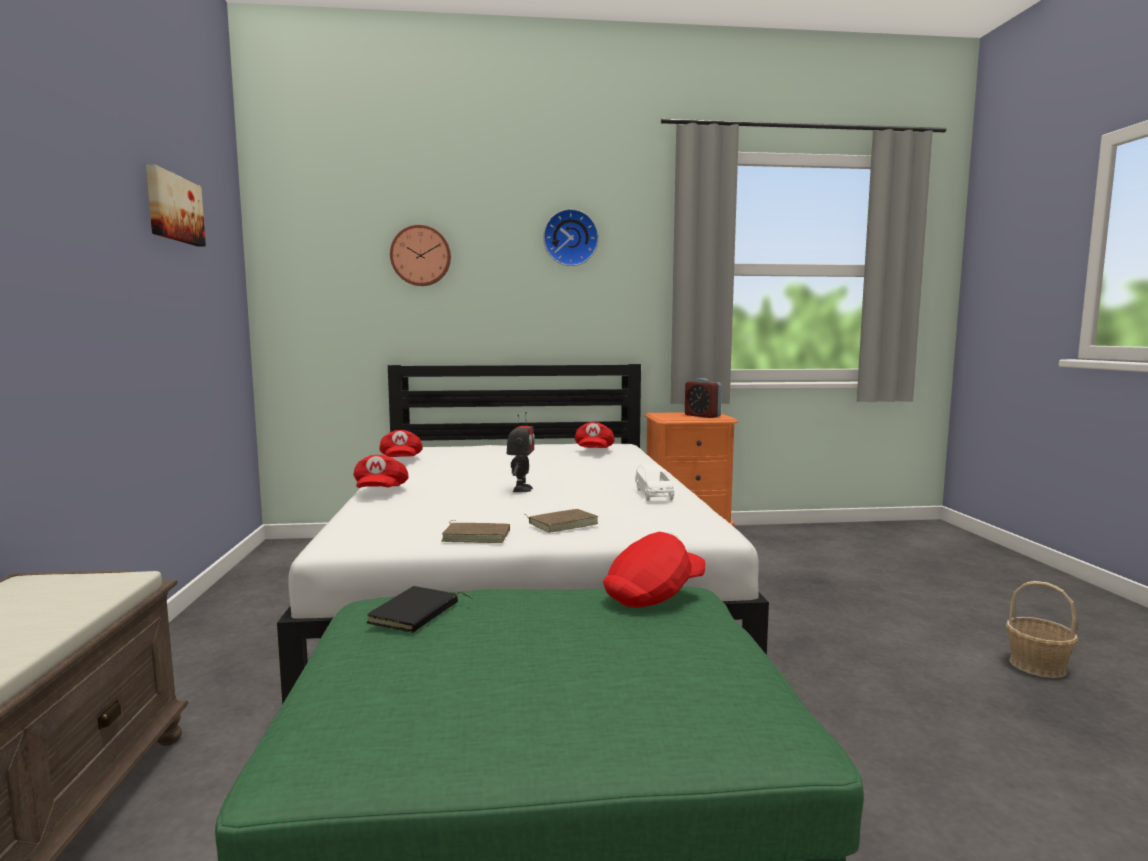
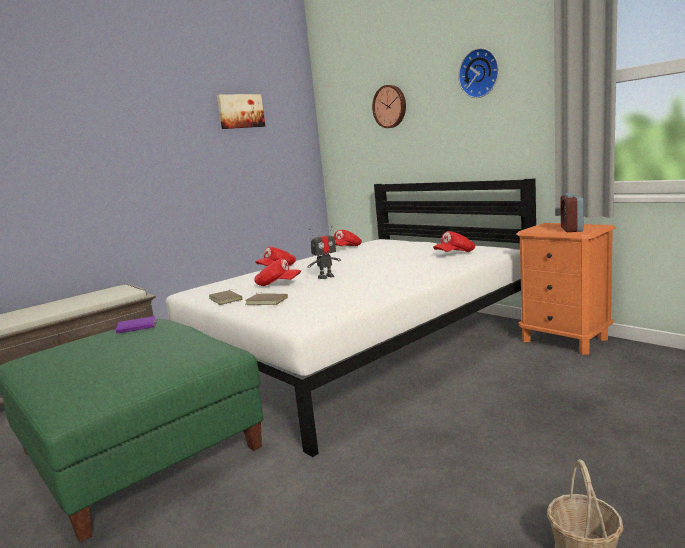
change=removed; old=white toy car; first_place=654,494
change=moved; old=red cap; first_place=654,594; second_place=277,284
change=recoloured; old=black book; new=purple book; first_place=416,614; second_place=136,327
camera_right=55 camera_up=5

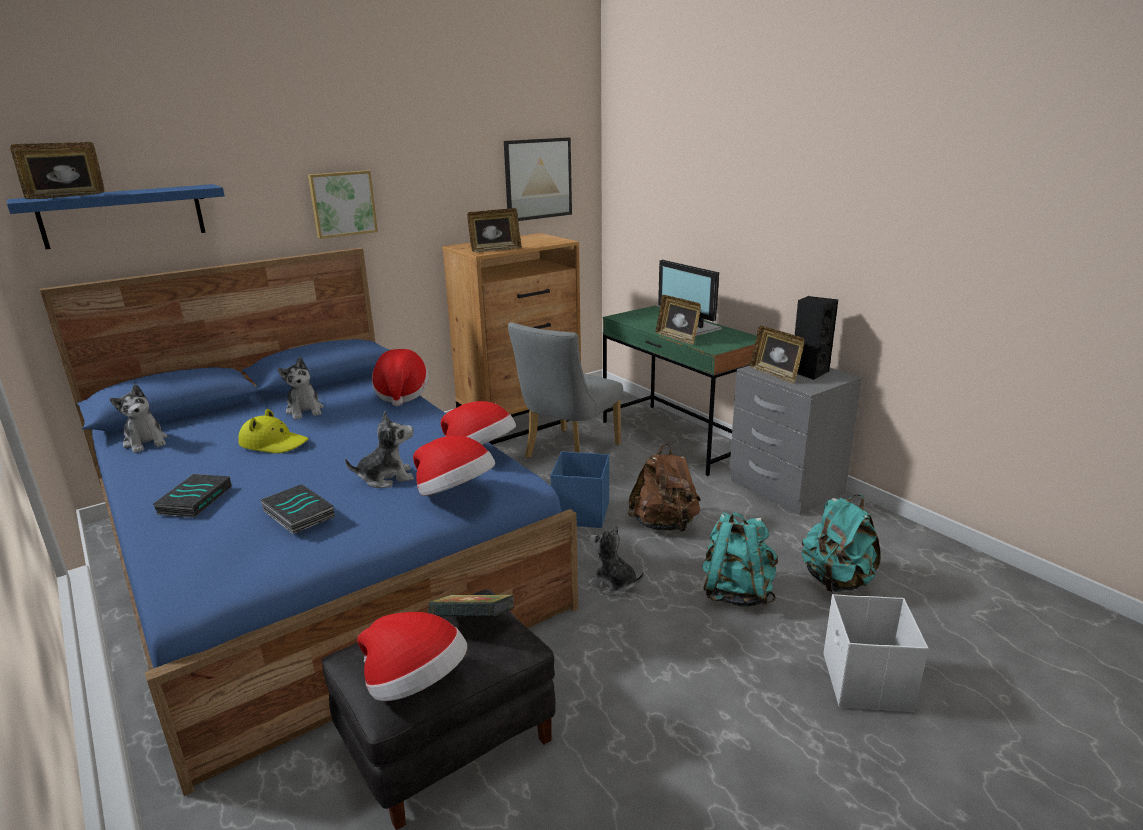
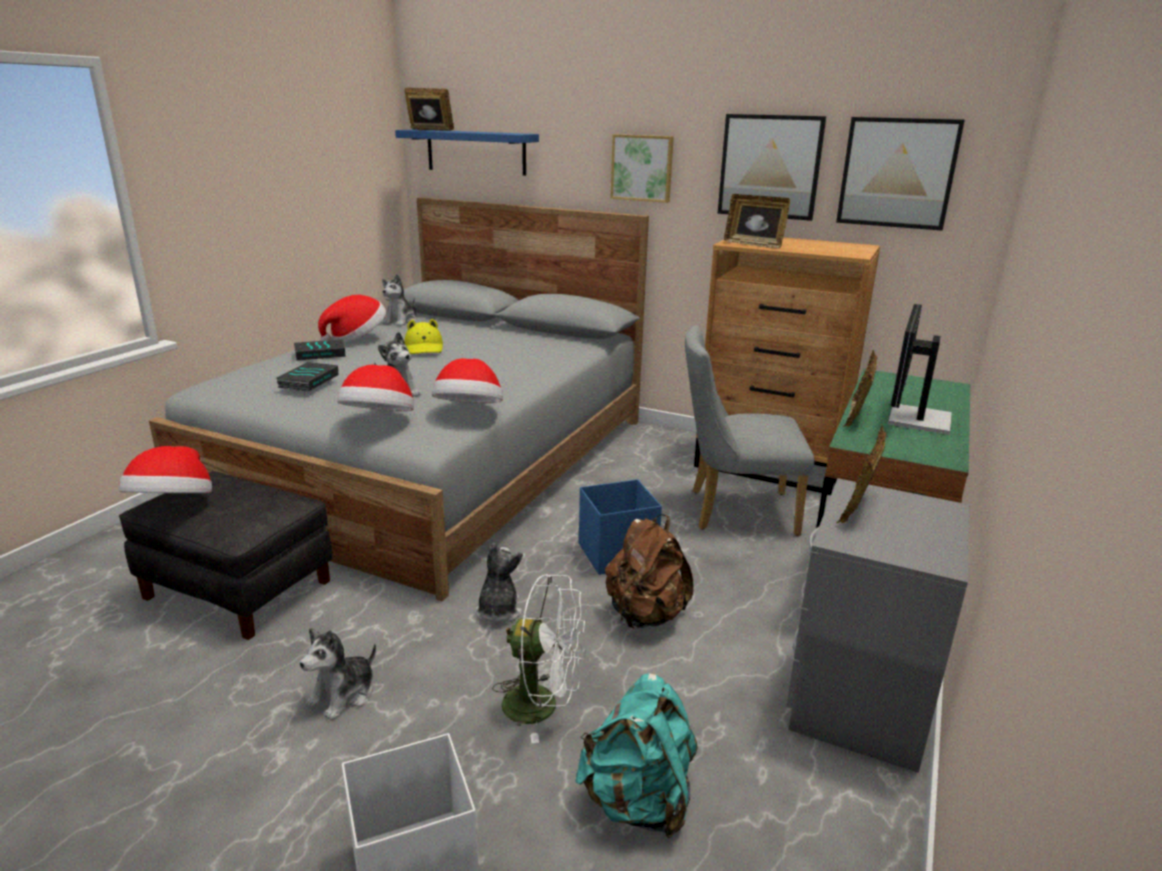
change=recoloured; old=blue bed; new=grey bed; first_place=320,558; second_place=437,461
change=removed; old=black speaker; first_place=809,372
change=moved; old=hat; first_place=401,394; second_place=357,338
change=moved; old=plush toy; first_place=305,410; second_place=344,695
change=replaced; old=turquoise backpack; new=white fan; first_place=736,592; second_place=542,706
change=removed; old=book; first_place=473,624
change=added; new=picture; second_place=770,167
camera_right=60 camera_up=0

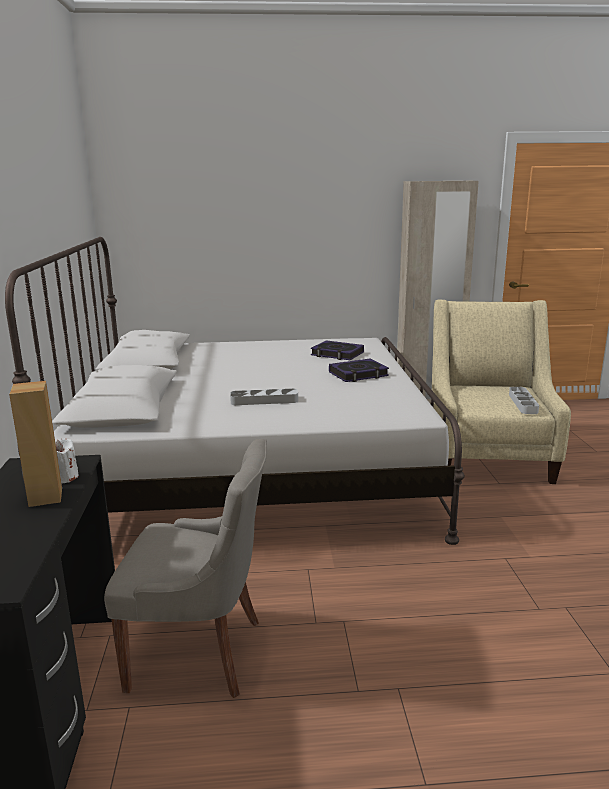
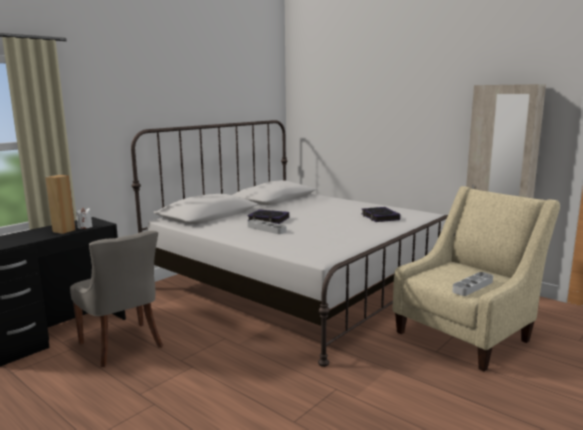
change=moved; old=book; first_place=358,374; second_place=268,220
camera_right=45 camera_up=-5

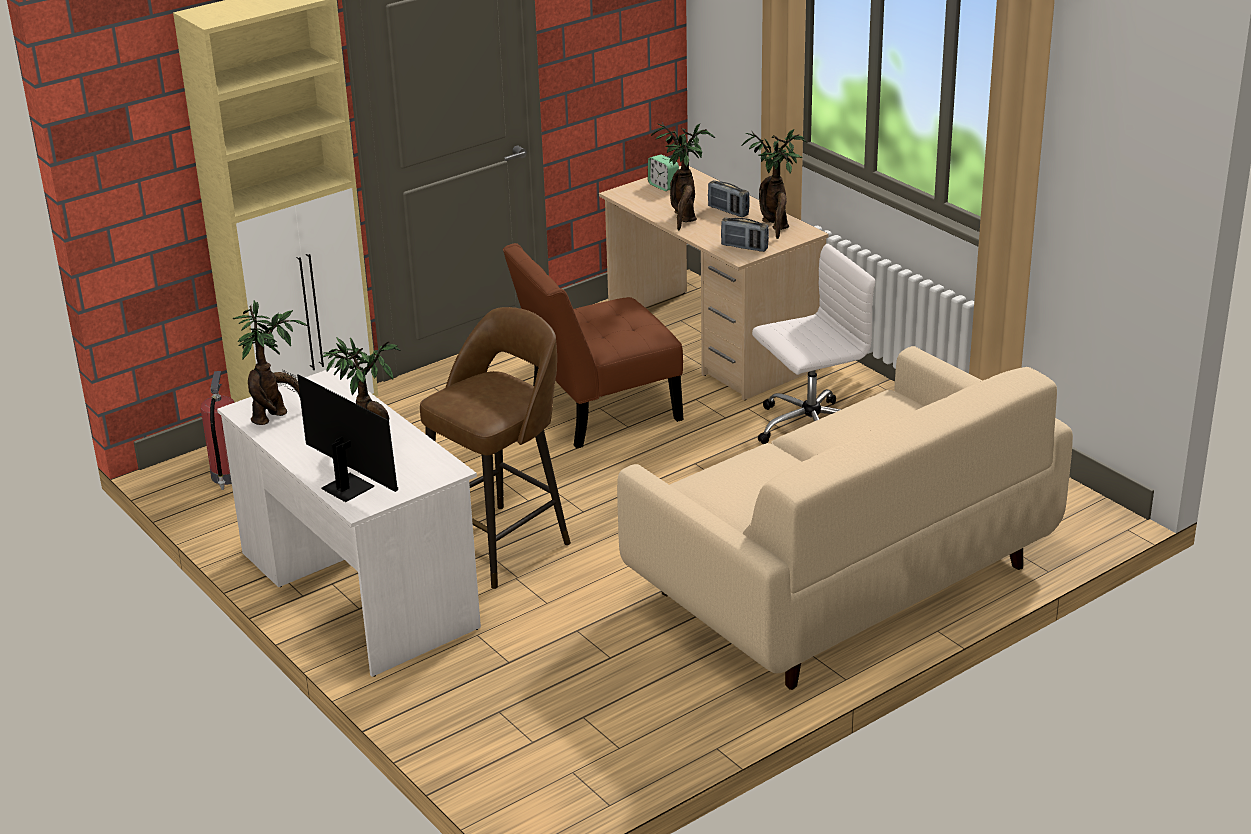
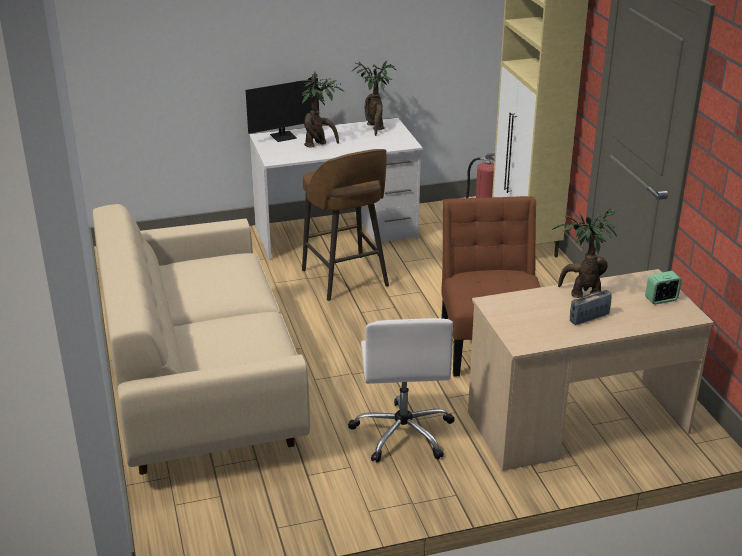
change=removed; old=potted plant; first_place=775,227
change=removed; old=radio; first_place=744,247
camera_right=110 camera_up=0

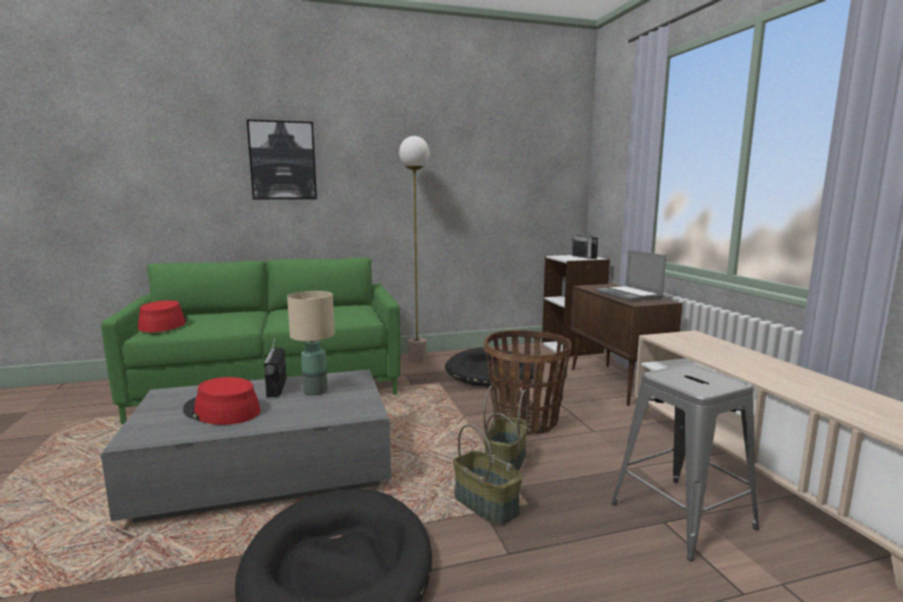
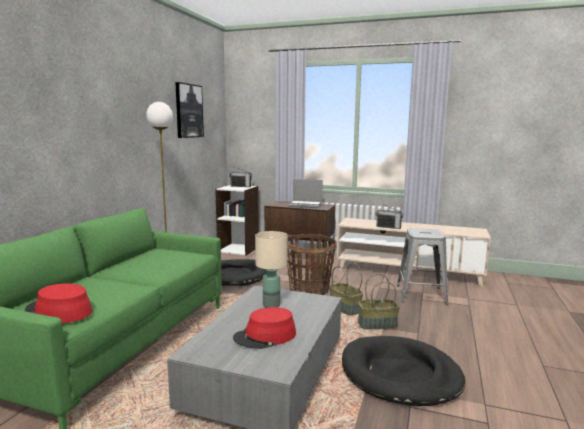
change=moved; old=picture; first_place=283,160; second_place=188,111
change=moved; old=radio; first_place=276,388; second_place=388,227
camera_right=-55 camera_up=0

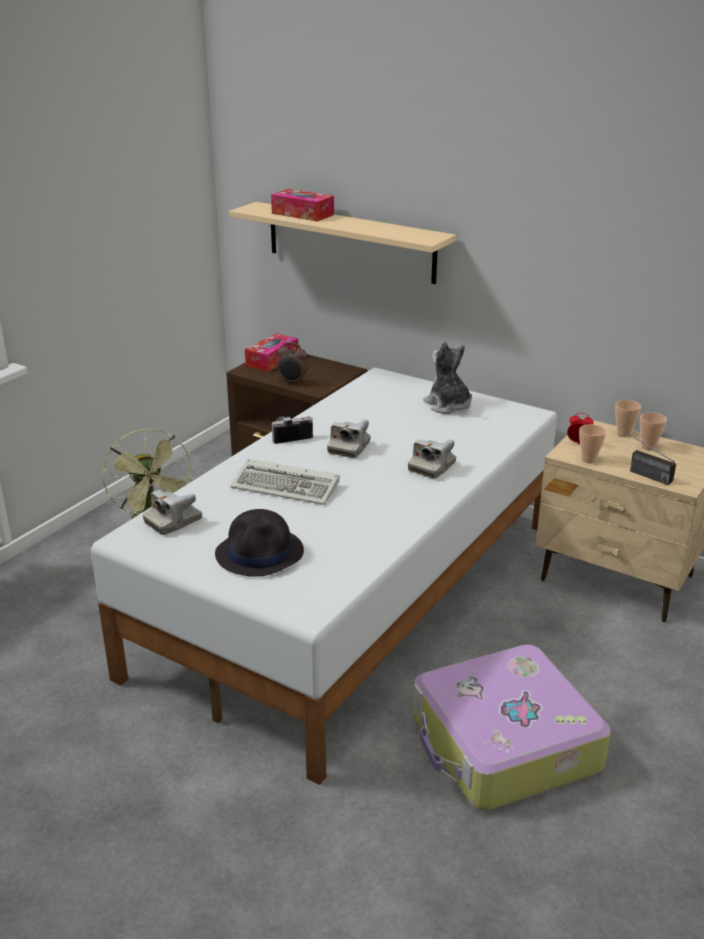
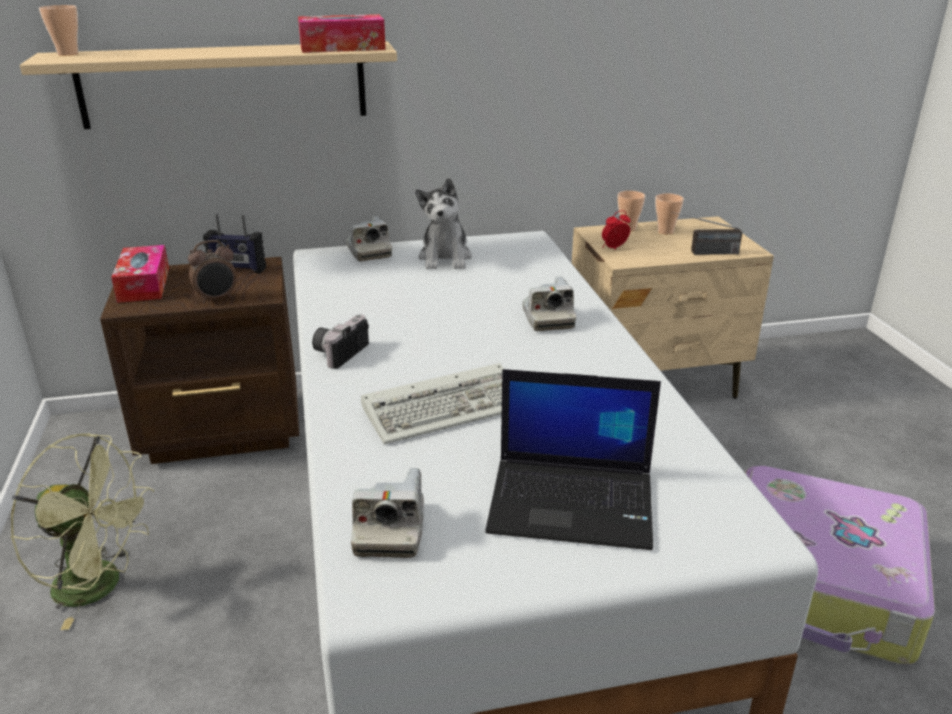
change=moved; old=tissue box; first_place=302,214; second_place=342,47
change=turned; old=plush toy; first_place=448,406; second_place=445,258; degrees=-105
change=moved; old=photo camera; first_place=349,447; second_place=369,252
change=moved; old=cup; first_place=588,460; second_place=68,54
change=replaced; old=black hat; new=laptop; first_place=260,553; second_place=573,503
change=added; new=radio; second_place=237,269
camera_right=-45 camera_up=0

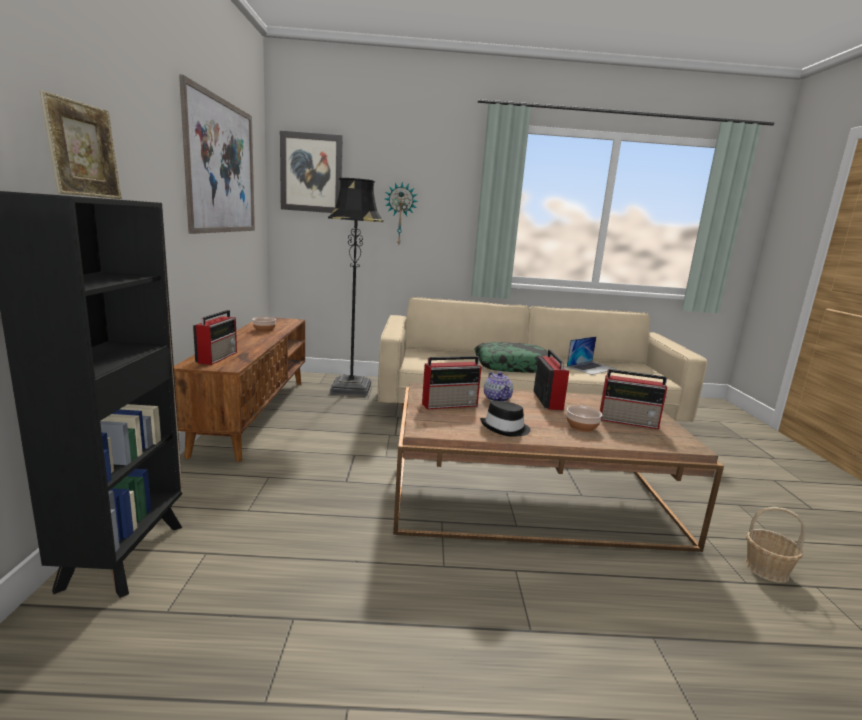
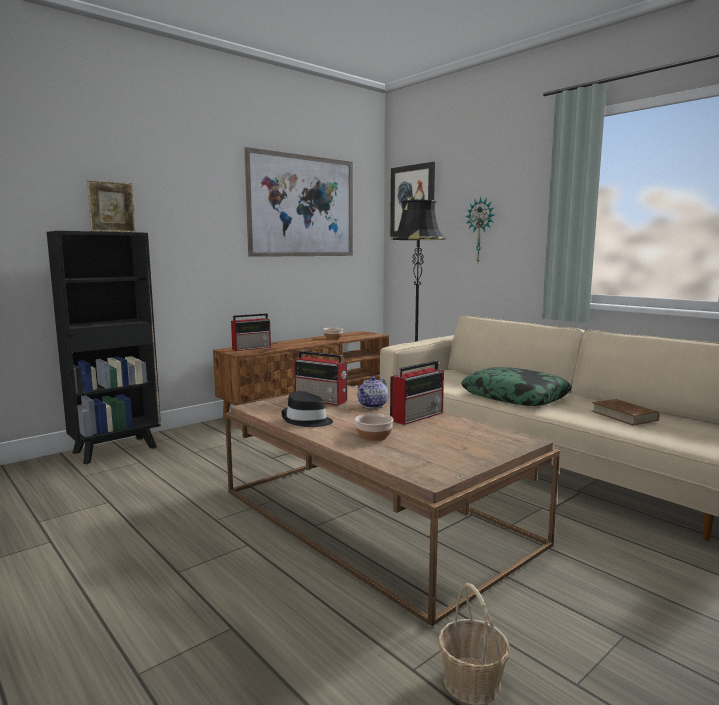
change=replaced; old=laptop; new=brown book; first_place=591,368; second_place=624,416
change=removed; old=radio; first_place=629,421
camera_right=50 camera_up=-5

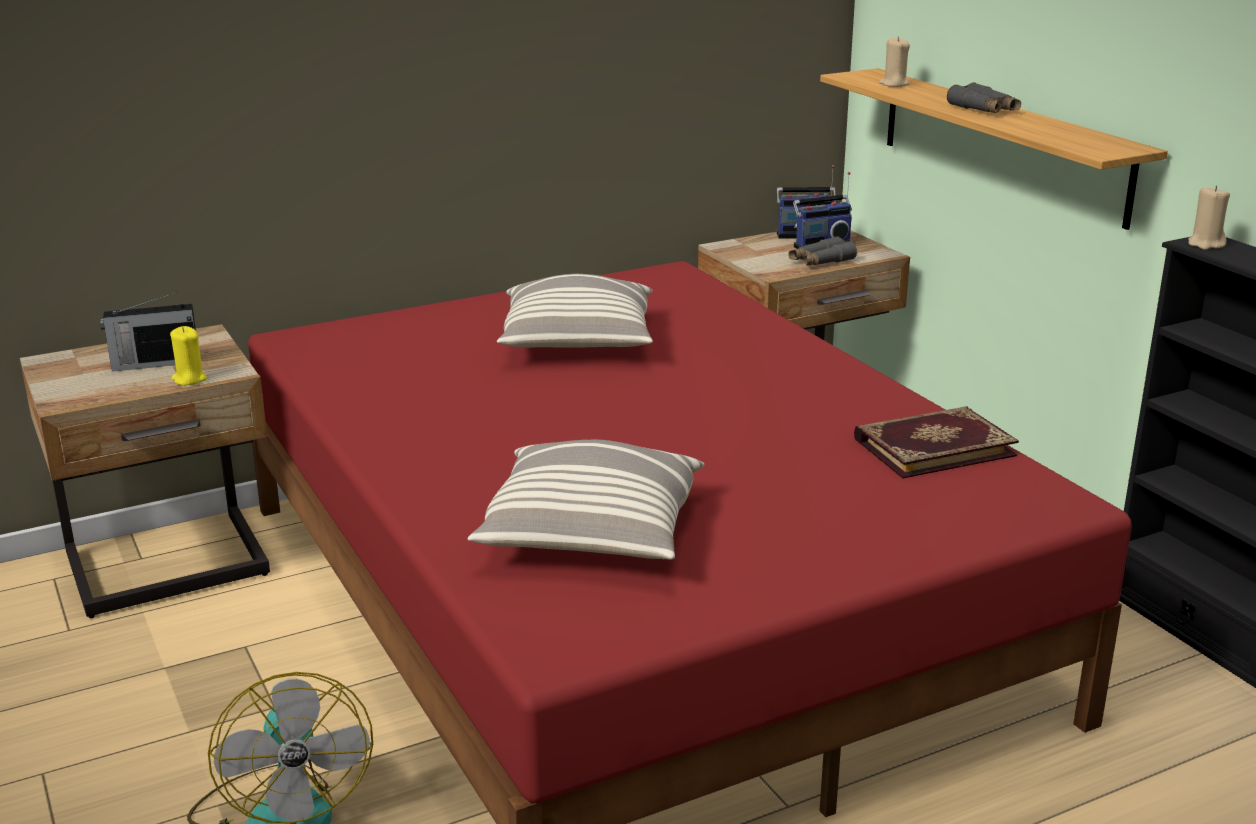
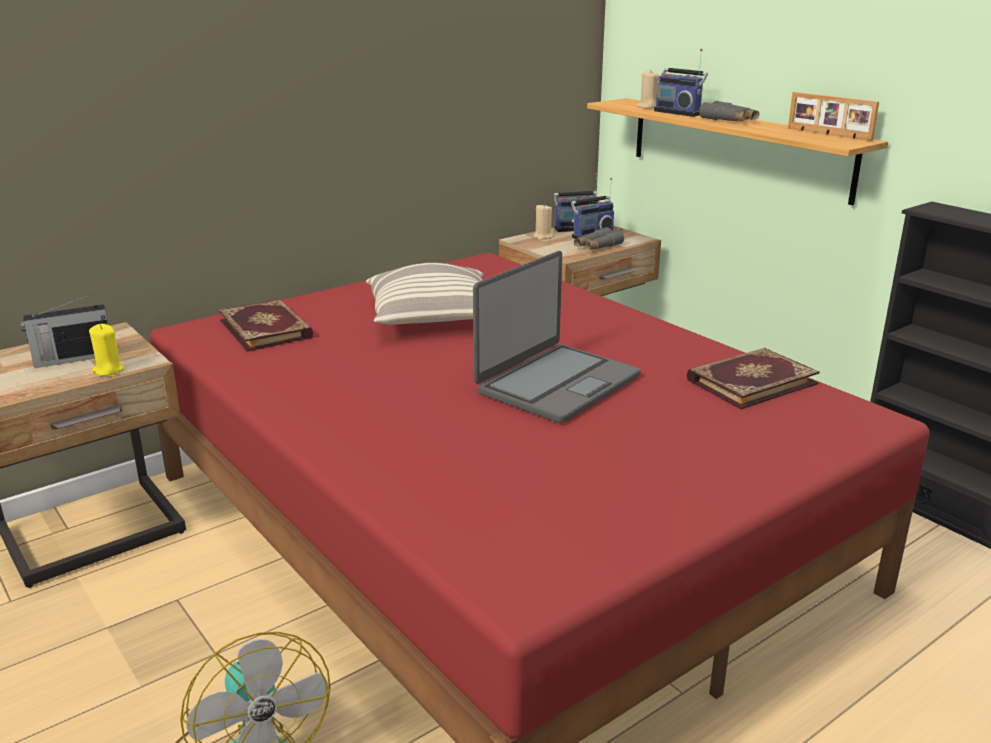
change=moved; old=beige candle; first_place=1205,244; second_place=543,236
change=removed; old=pillow; first_place=592,535
change=added; new=radio; second_place=679,112
change=added; new=picture frame; second_place=828,134
change=added; new=laptop; second_place=556,384
change=added; new=book; second_place=267,328
camera_right=-10 camera_up=0

